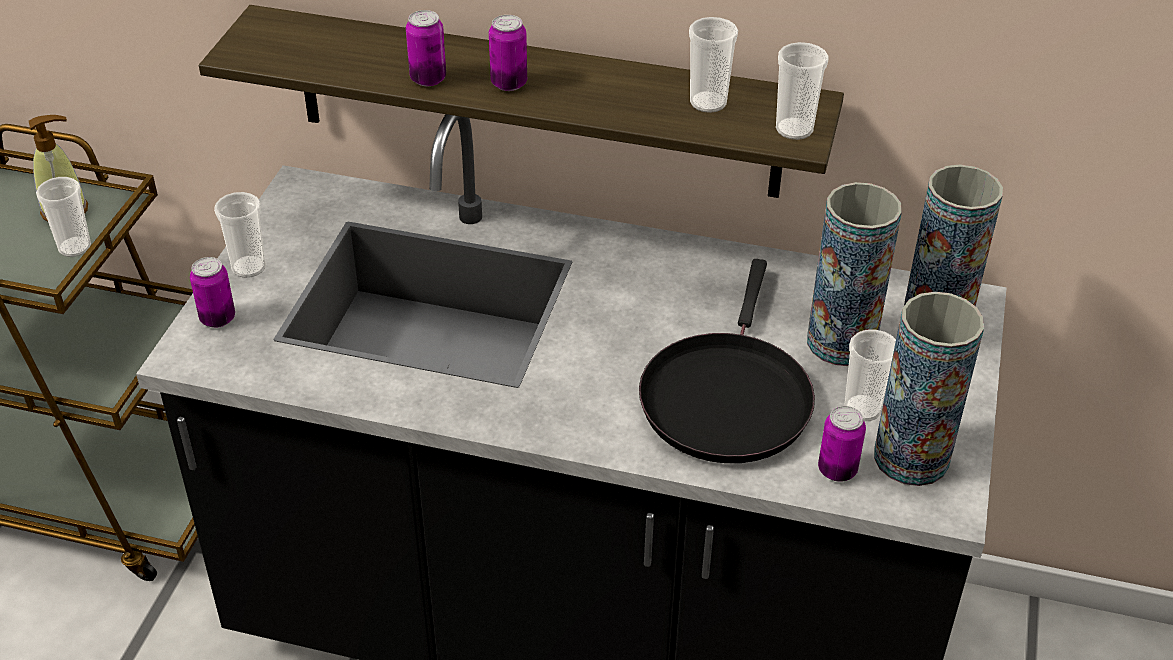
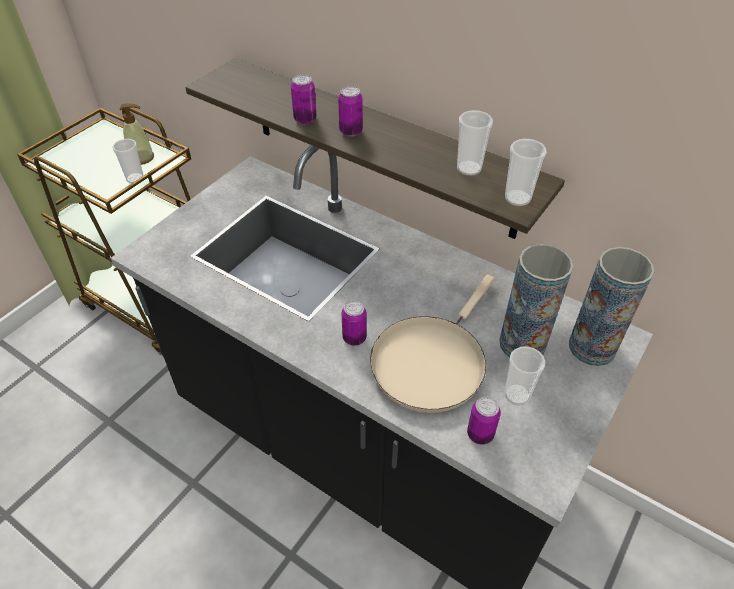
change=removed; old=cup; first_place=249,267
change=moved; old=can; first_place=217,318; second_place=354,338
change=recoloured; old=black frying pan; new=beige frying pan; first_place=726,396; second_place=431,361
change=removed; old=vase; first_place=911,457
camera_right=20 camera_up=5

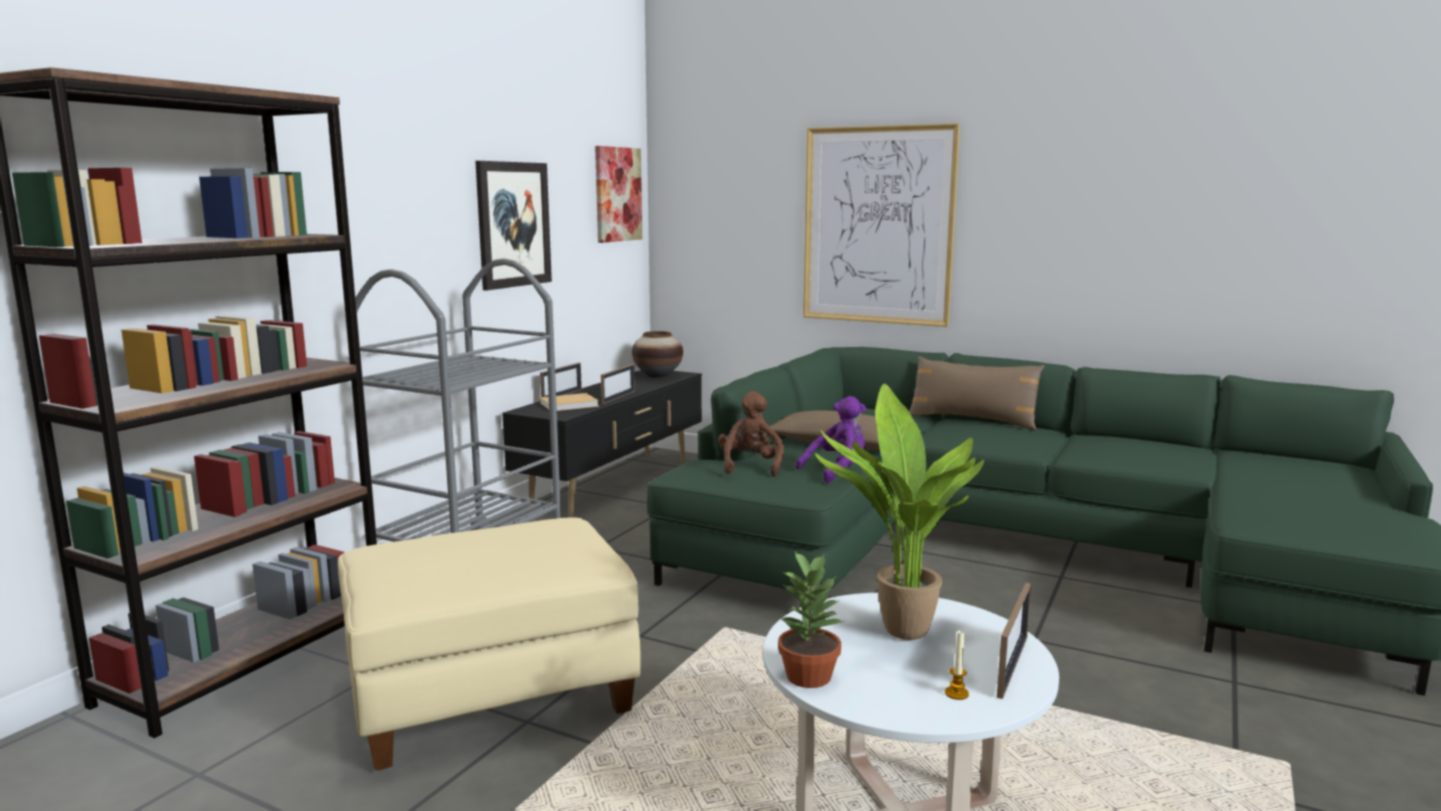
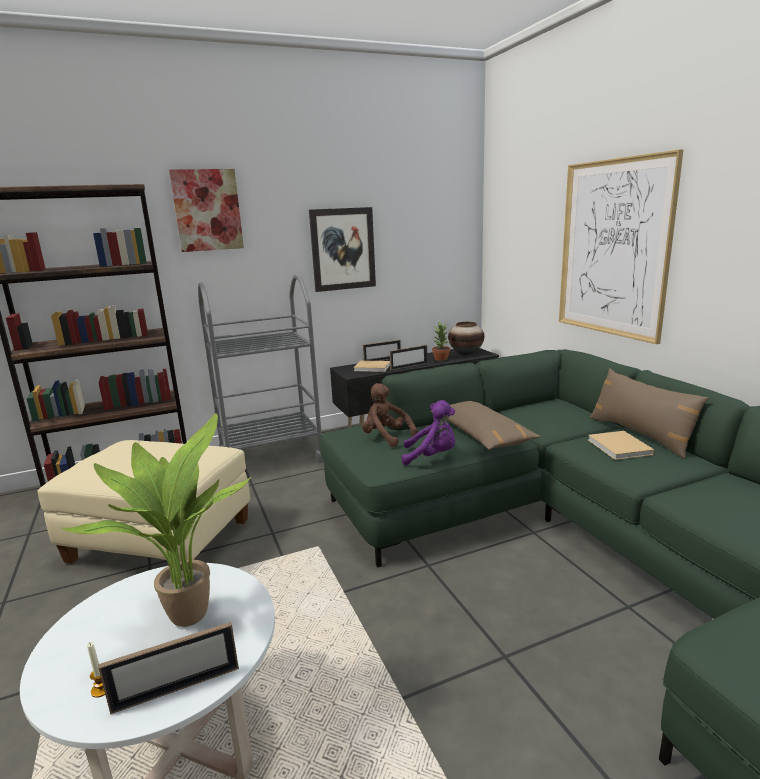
change=moved; old=picture; first_place=617,194; second_place=207,210
change=turned; old=brown plush toy; first_place=750,466; second_place=386,437; degrees=-90
change=moved; old=potted plant; first_place=808,676; second_place=441,358
change=added; new=beige book; second_place=620,448
camera_right=40 camera_up=5

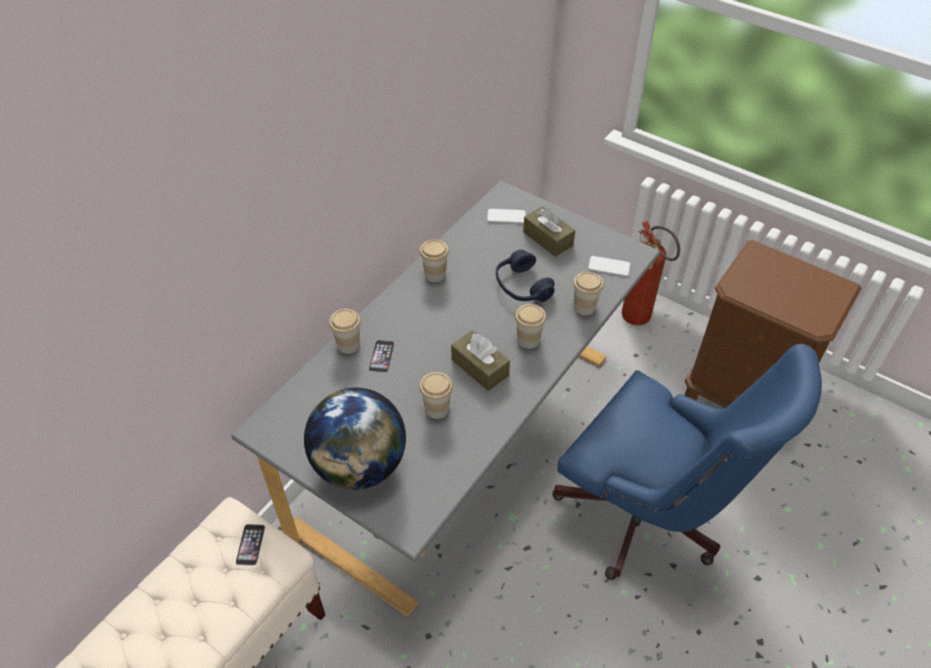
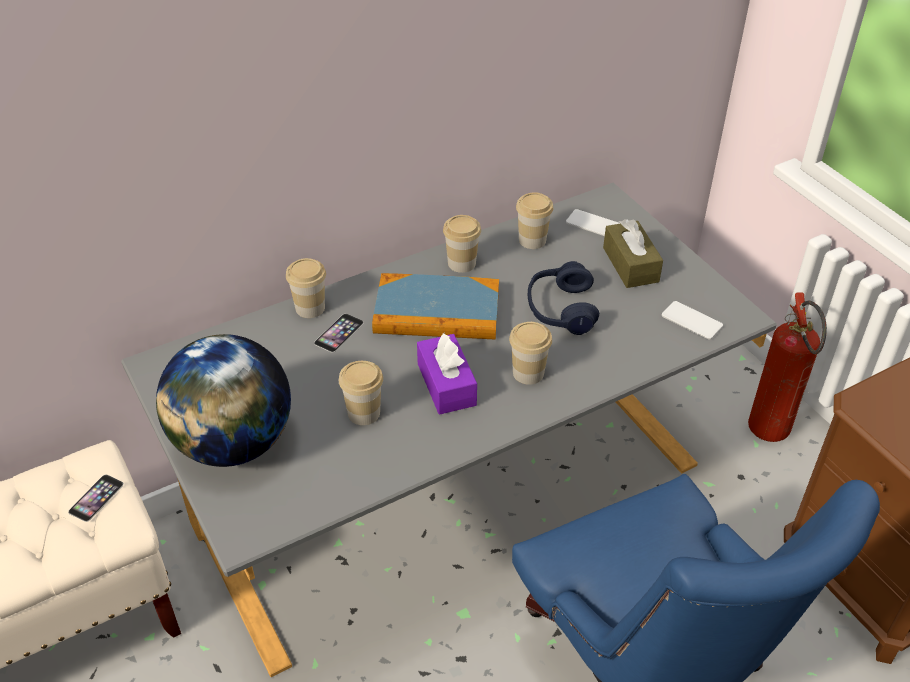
change=moved; old=cup; first_place=584,307; second_place=532,240
change=recoloured; old=brown tissue box; new=purple tissue box; first_place=480,367; second_place=446,384
change=added; new=book; second_place=437,312
camera_right=25 camera_up=-5

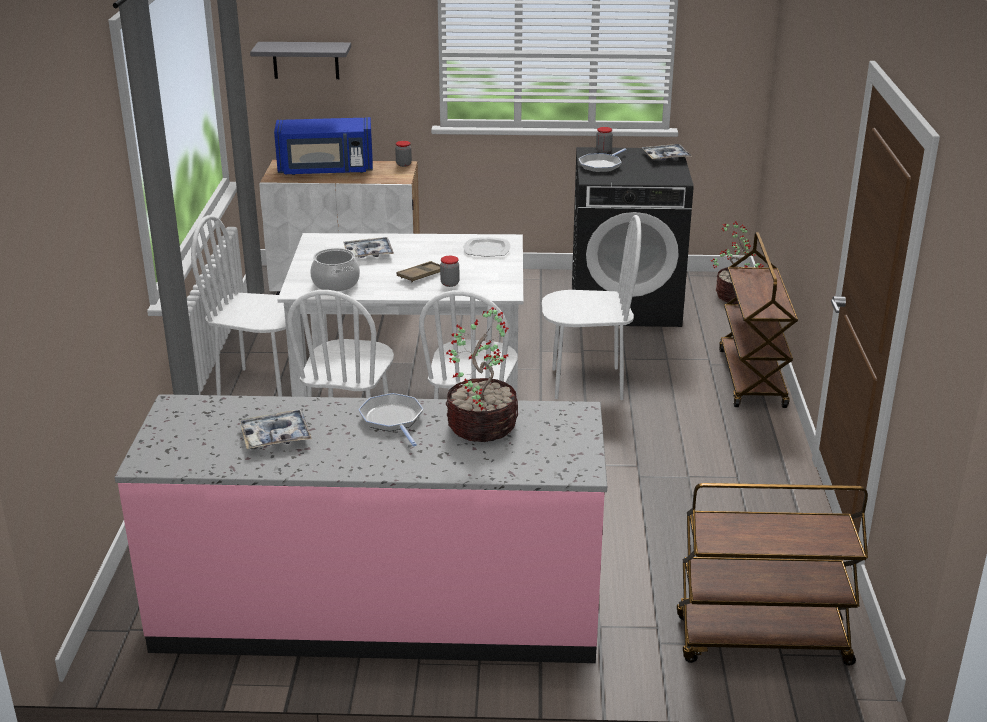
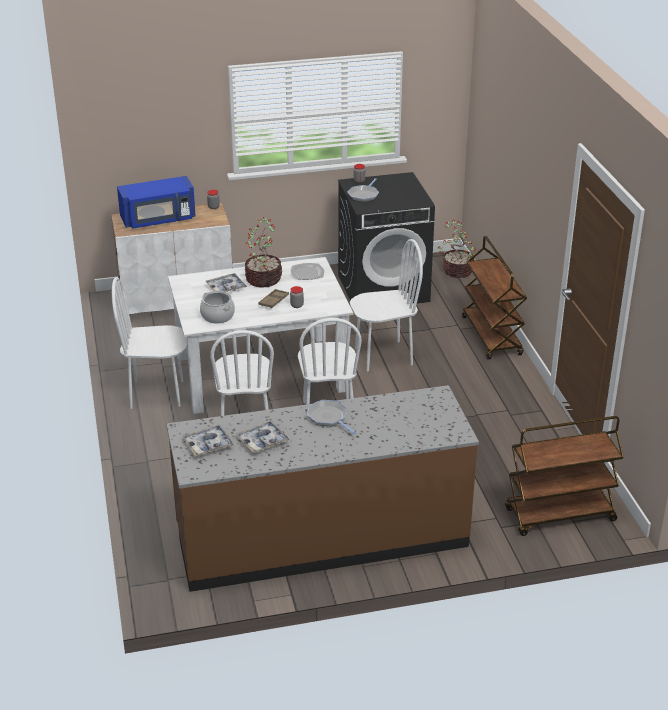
change=removed; old=grey shelf; first_place=305,60
change=moved; old=tray; first_place=665,157; second_place=208,444
change=moved; old=potted plant; first_place=483,425; second_place=263,279
change=recoloured; old=pink counter; new=brown counter; first_place=378,610; second_place=321,537
camera_right=-15 camera_up=5

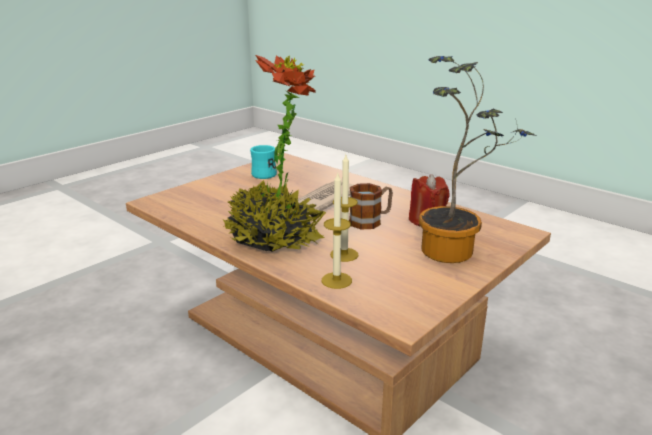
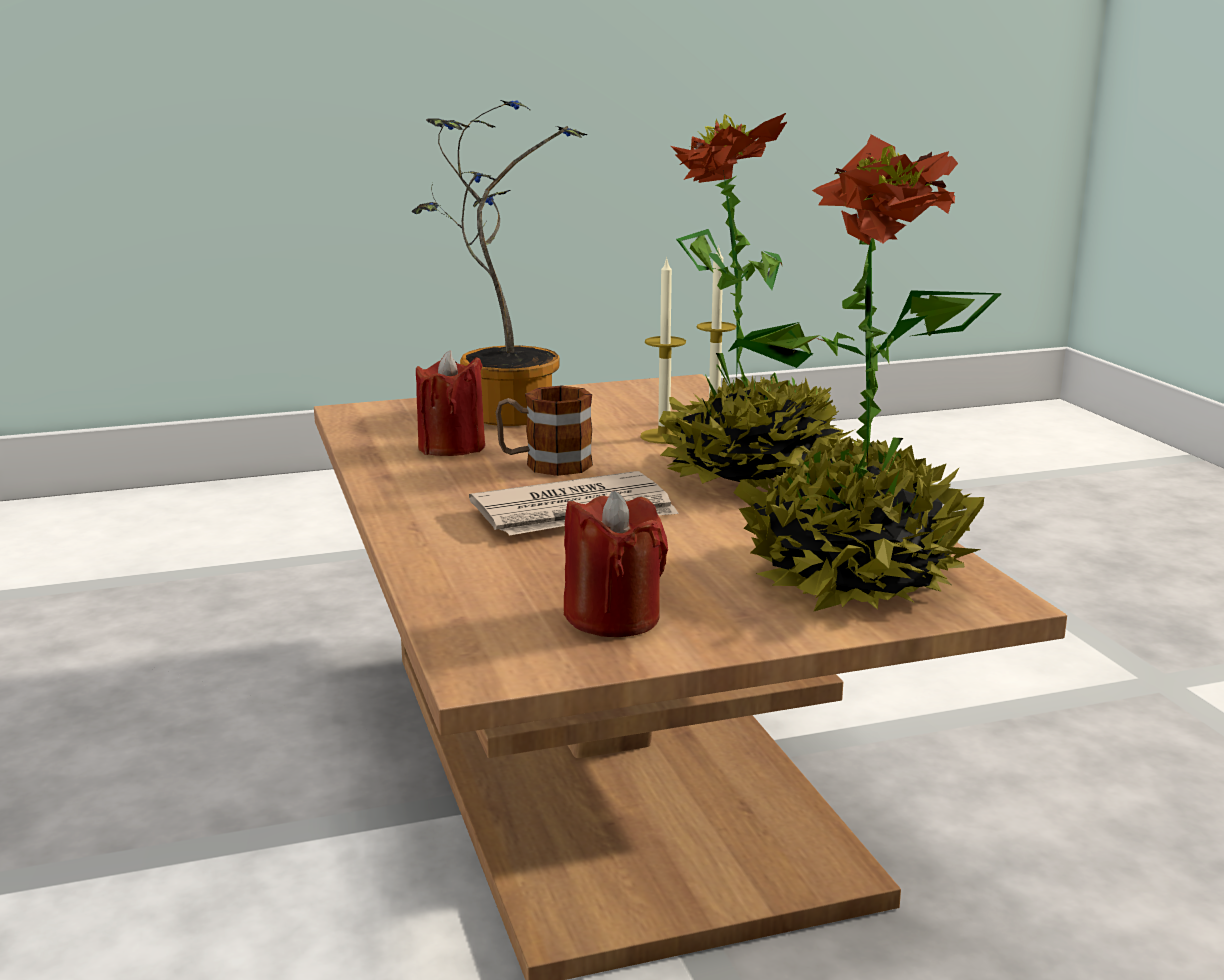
change=replaced; old=turquoise mug; new=red candle; first_place=266,173; second_place=613,618
change=added; new=potted plant; second_place=853,573
camera_right=-150 camera_up=-5

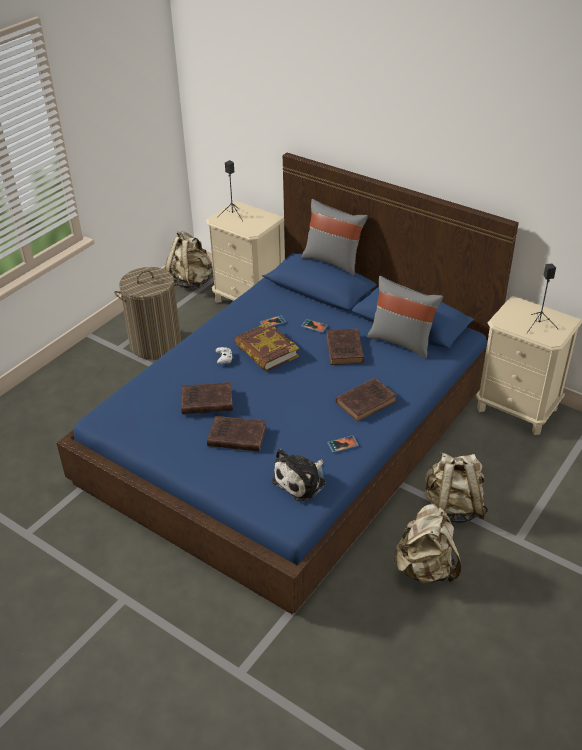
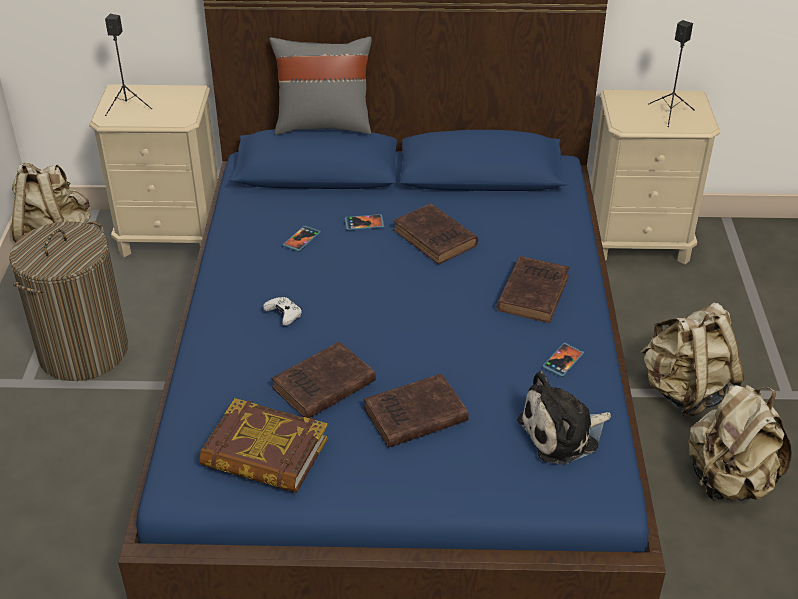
change=removed; old=grey pillow; first_place=401,342
change=moved; old=book; first_place=266,351; second_place=264,454
change=turned; old=plush toy; first_place=301,481; second_place=563,433; degrees=60
camera_right=-35 camera_up=0

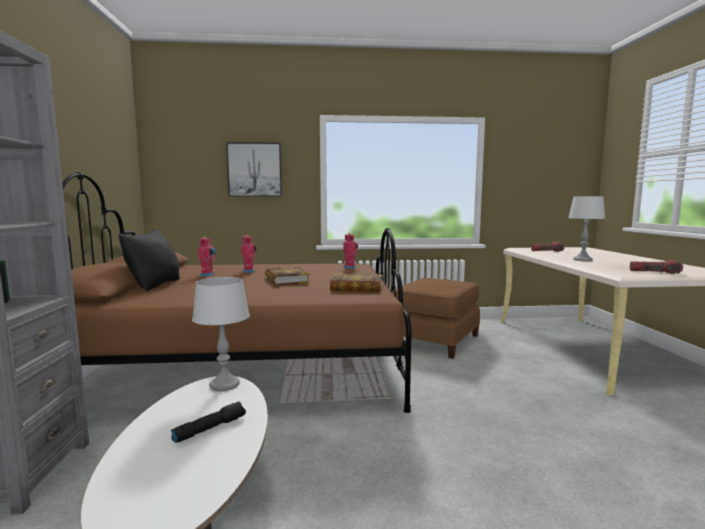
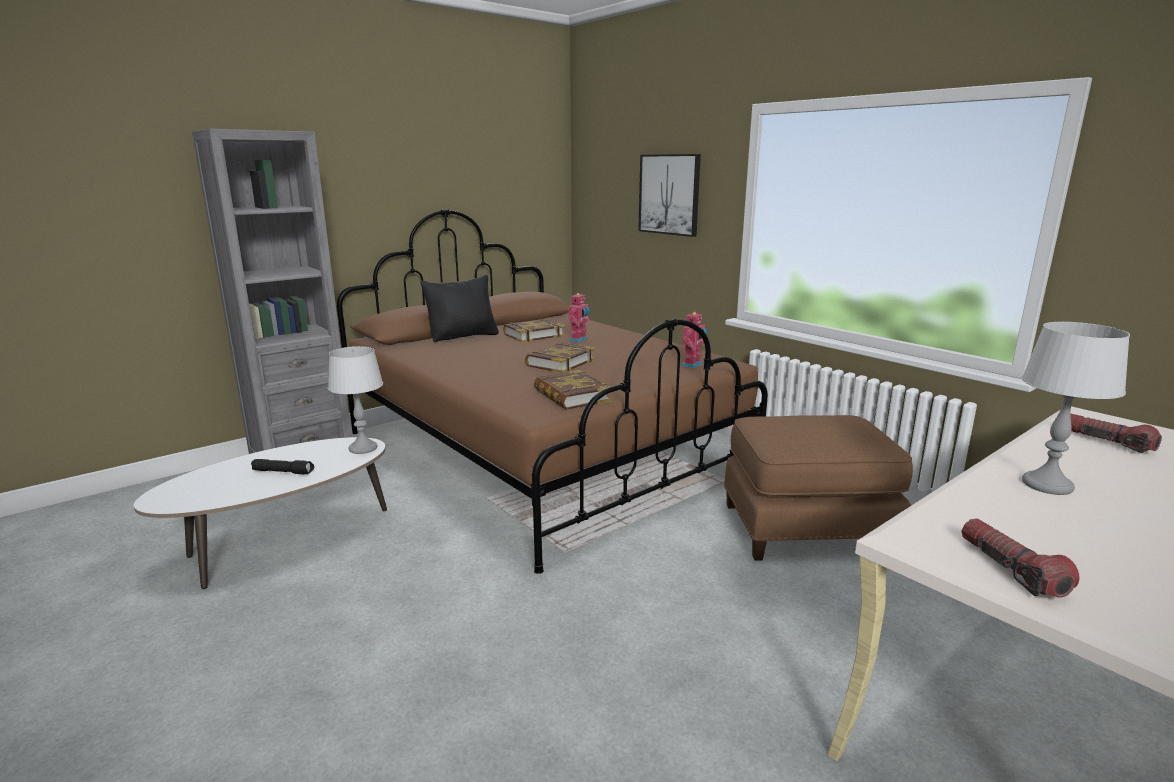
change=replaced; old=toy robot; new=book; first_place=207,275; second_place=533,335
camera_right=55 camera_up=10

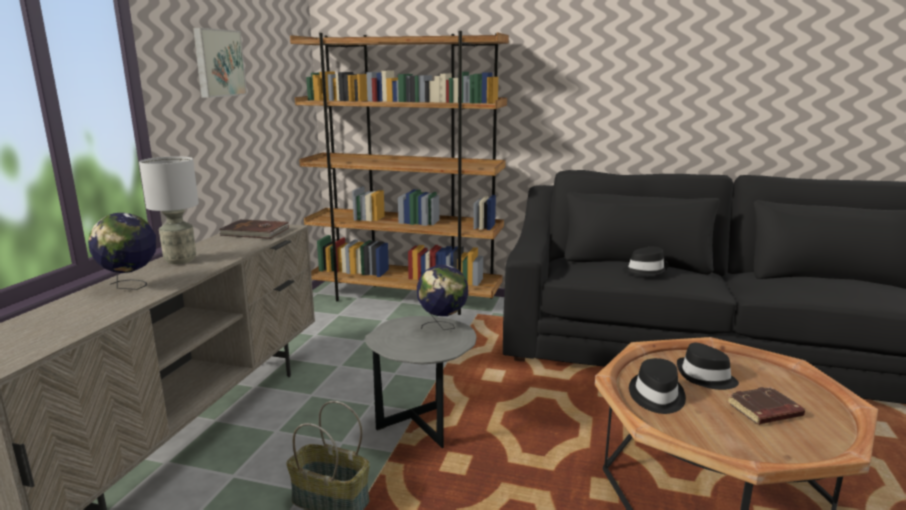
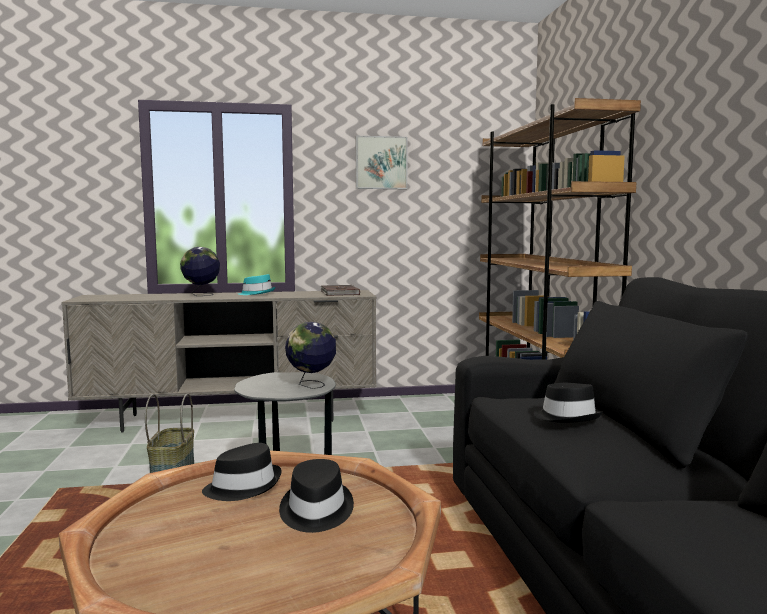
change=replaced; old=grey table lamp; new=turquoise hat; first_place=179,260; second_place=257,293
change=removed; old=brown book; first_place=764,411
camera_right=65 camera_up=-10

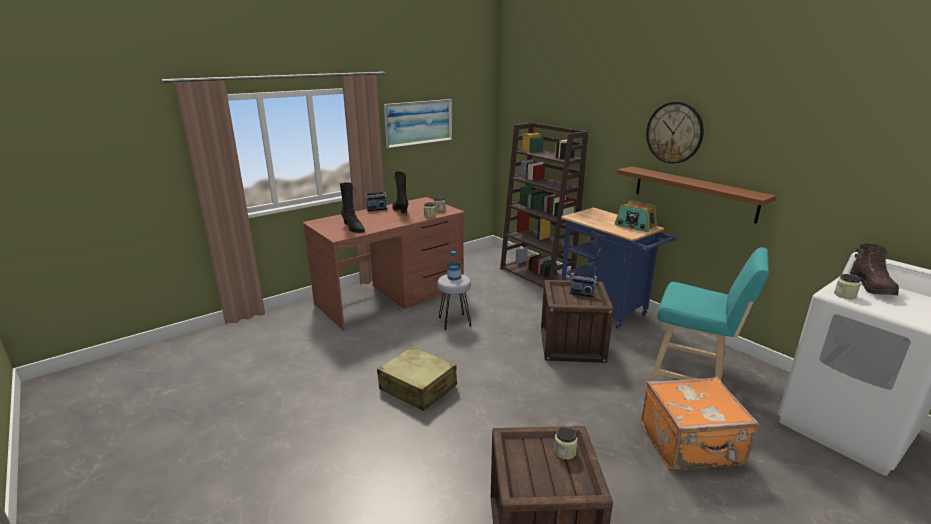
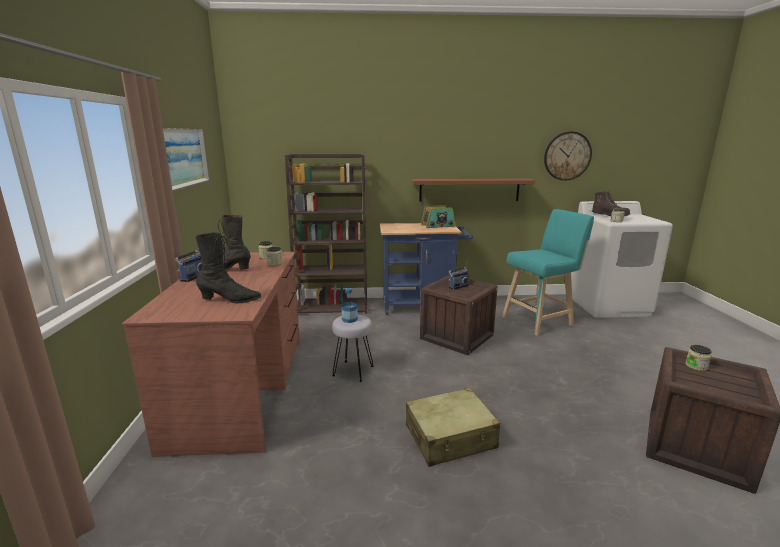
change=moved; old=wall clock; first_place=674,132; second_place=567,156
change=removed; old=orange suitcase; first_place=691,446
camera_right=-55 camera_up=-5

